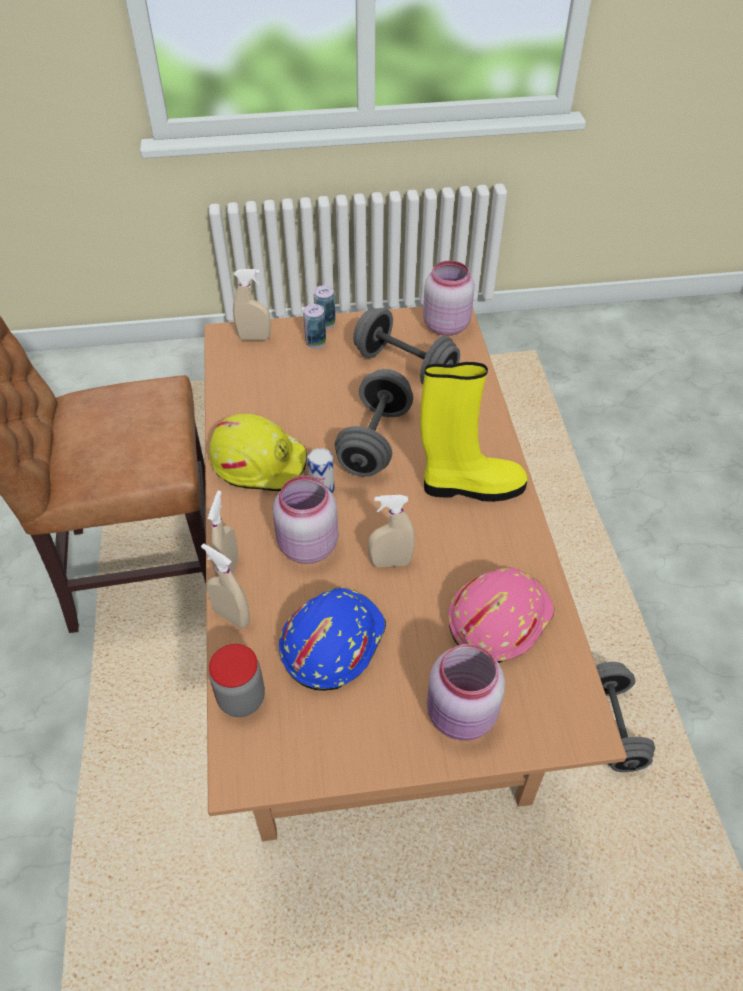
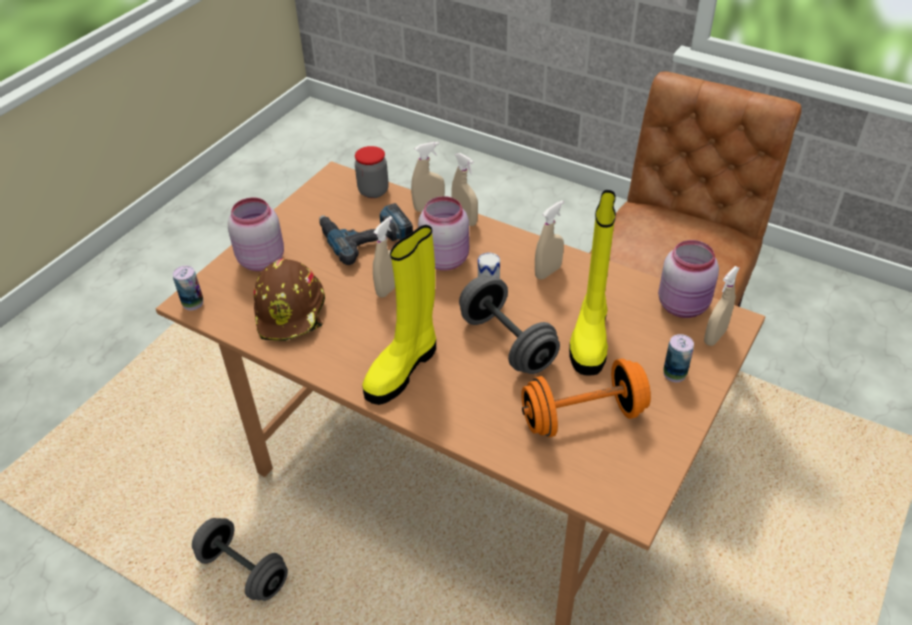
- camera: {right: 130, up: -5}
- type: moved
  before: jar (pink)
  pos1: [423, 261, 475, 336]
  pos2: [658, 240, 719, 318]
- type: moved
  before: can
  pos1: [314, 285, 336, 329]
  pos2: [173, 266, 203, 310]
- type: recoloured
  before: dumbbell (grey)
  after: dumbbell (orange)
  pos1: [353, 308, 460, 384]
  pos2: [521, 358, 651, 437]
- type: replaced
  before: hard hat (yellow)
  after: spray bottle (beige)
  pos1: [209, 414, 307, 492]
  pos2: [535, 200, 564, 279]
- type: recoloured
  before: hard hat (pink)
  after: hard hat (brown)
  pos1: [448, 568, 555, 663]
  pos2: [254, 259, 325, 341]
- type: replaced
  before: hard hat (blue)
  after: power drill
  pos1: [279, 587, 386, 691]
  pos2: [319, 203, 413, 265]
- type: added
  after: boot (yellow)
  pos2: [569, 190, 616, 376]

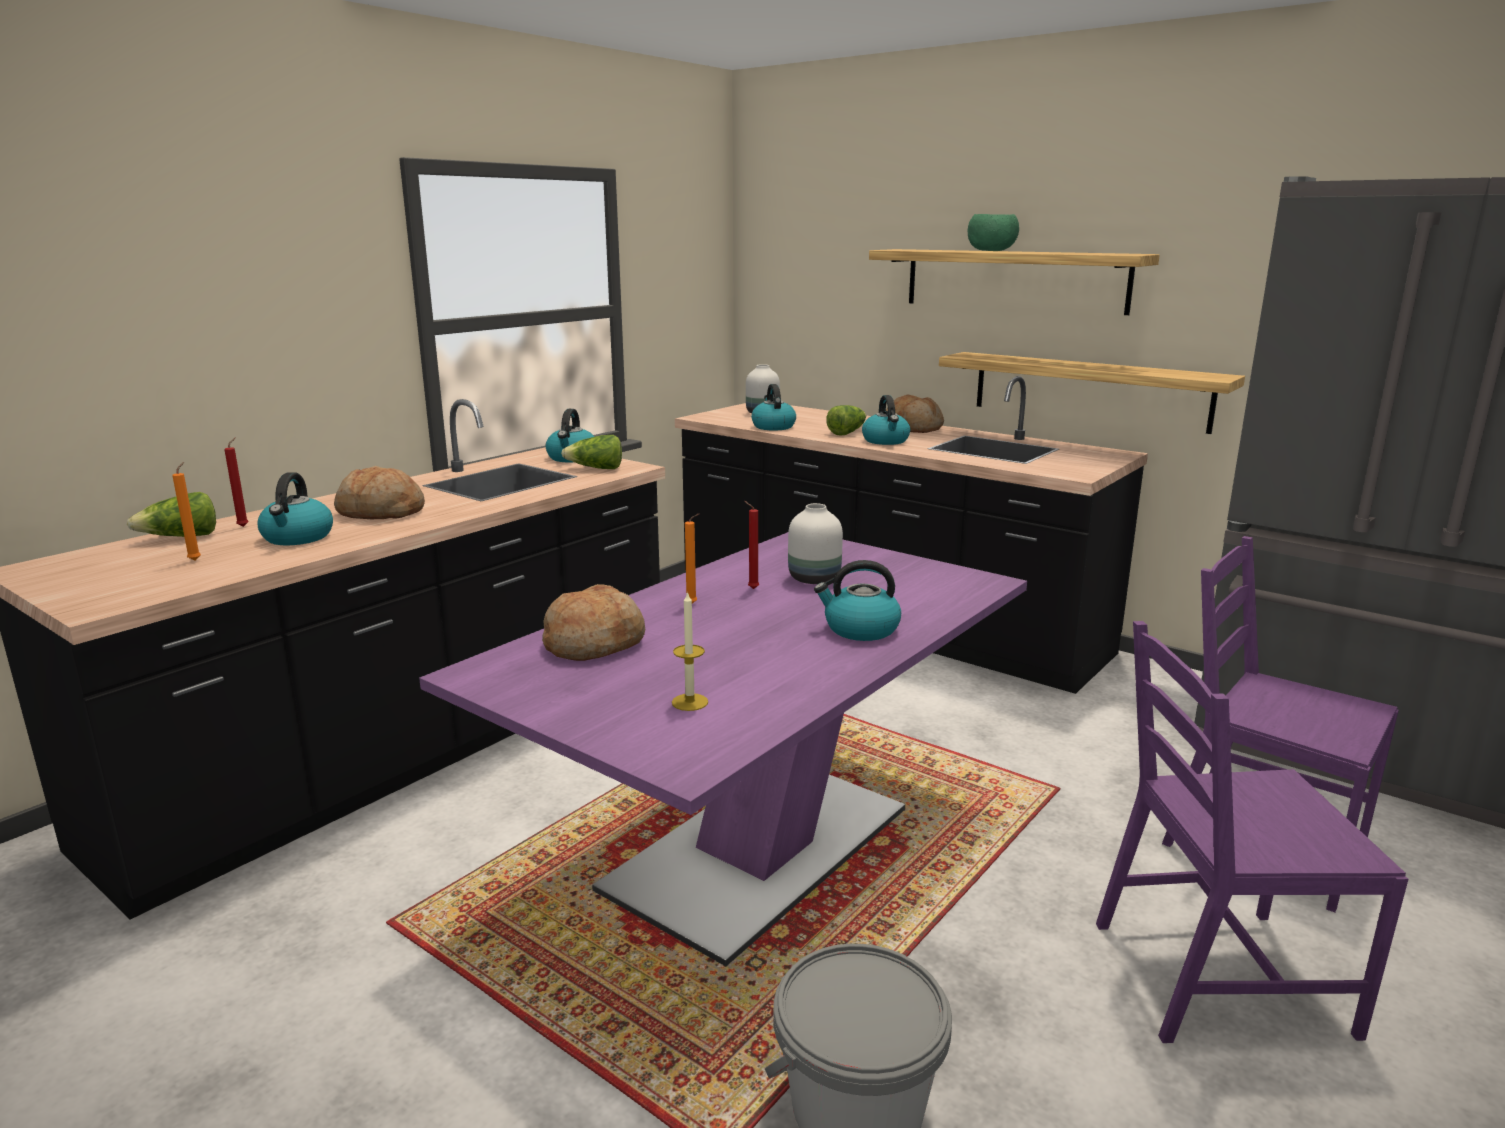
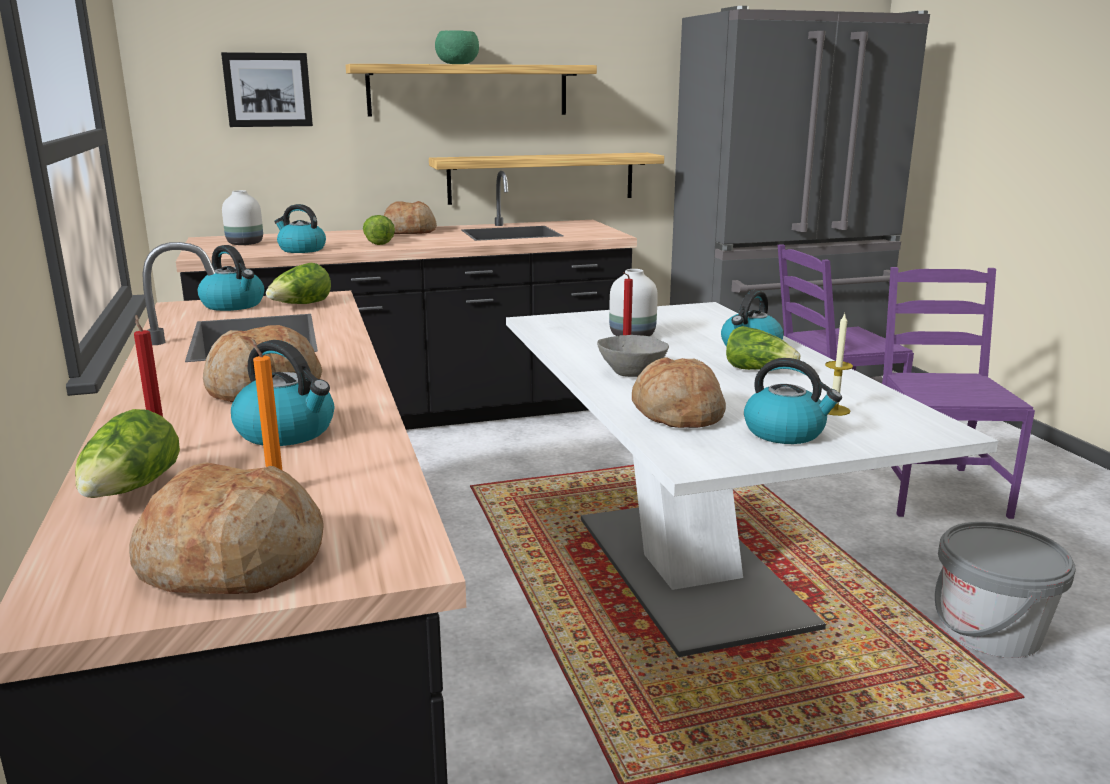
- camera: {right: -55, up: 0}
- type: moved
  before: kettle
  pos1: [862, 395, 910, 445]
  pos2: [744, 358, 842, 444]
- type: replaced
  before: candle (orange)
  after: bowl (grey)
  pos1: [685, 514, 699, 604]
  pos2: [597, 335, 669, 377]
- type: recoloured
  before: dining table (purple)
  after: dining table (white)
  pos1: [419, 532, 1027, 966]
  pos2: [506, 302, 998, 657]
- type: turned
  before: chair (purple)
  pos1: [1096, 621, 1408, 1043]
  pos2: [871, 267, 1035, 519]
  turn: 150
- type: added
  after: picture
  pos2: [221, 52, 313, 127]
- type: added
  after: lettuce
  pos2: [726, 326, 800, 370]
- type: added
  after: bread
  pos2: [129, 462, 324, 594]

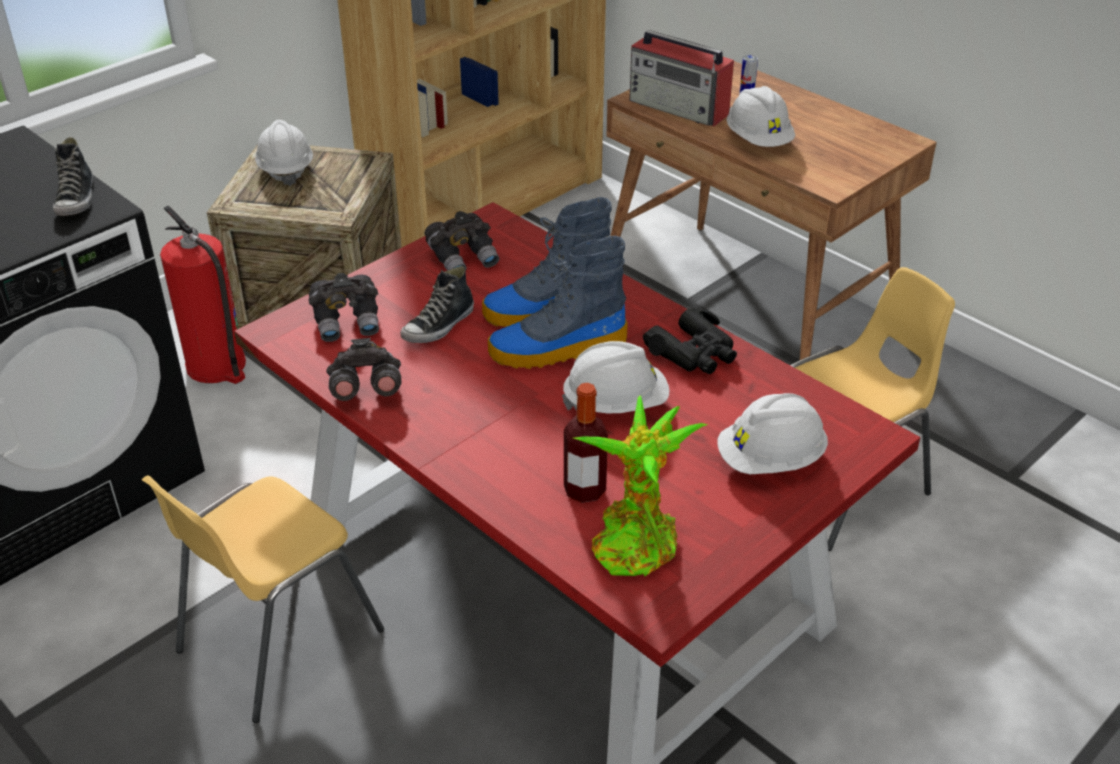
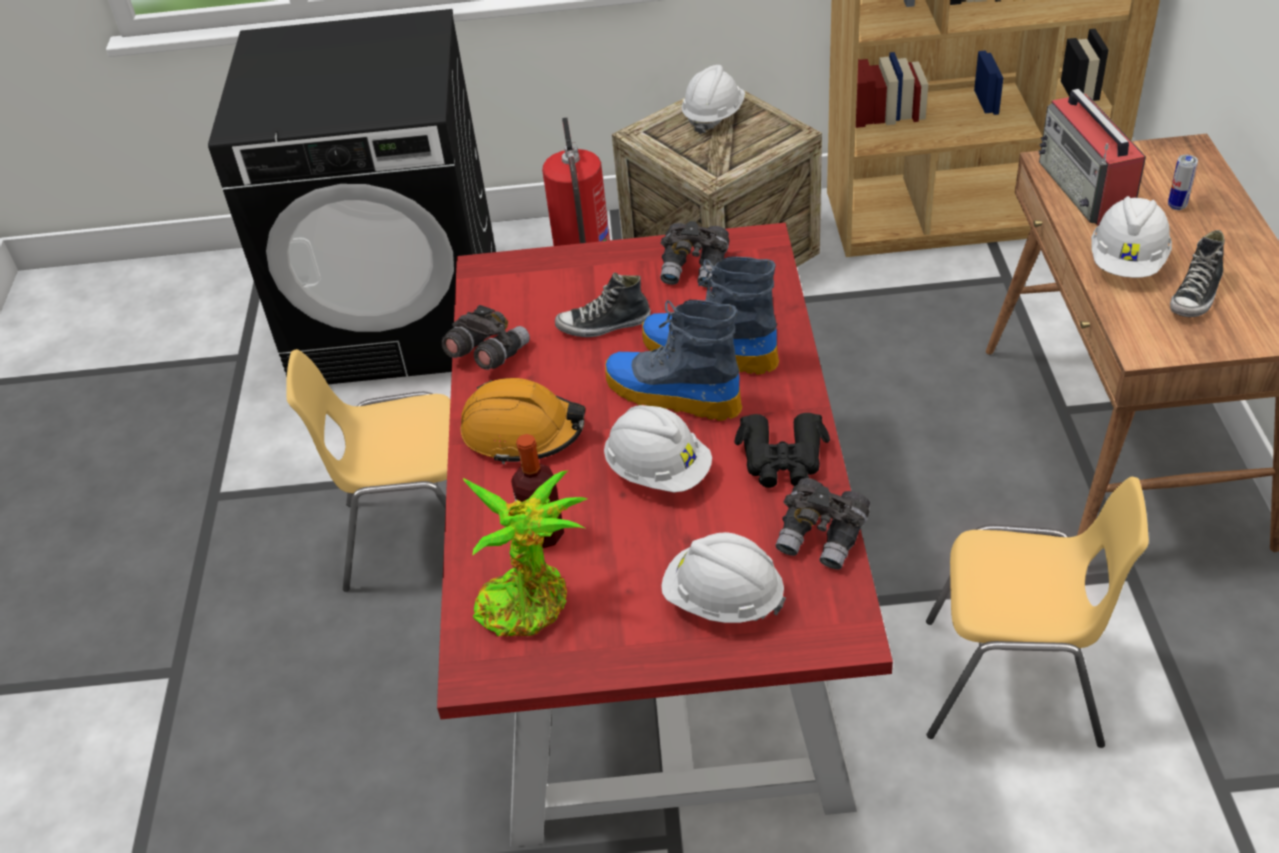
- camera: {right: 45, up: 5}
- type: moved
  before: shoe
  pos1: [53, 137, 93, 216]
  pos2: [1170, 230, 1225, 317]
- type: moved
  before: binoculars (grey)
  pos1: [309, 273, 379, 342]
  pos2: [775, 478, 870, 569]
- type: added
  after: hard hat (orange)
  pos2: [460, 378, 585, 464]

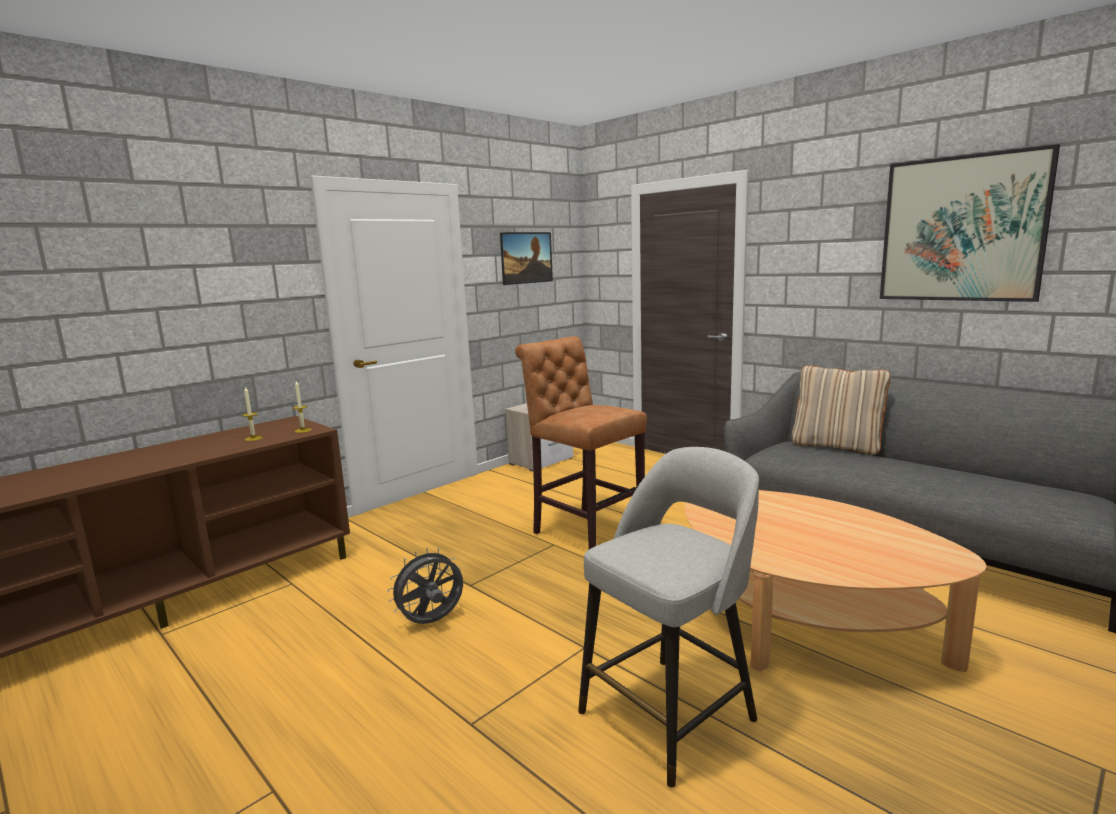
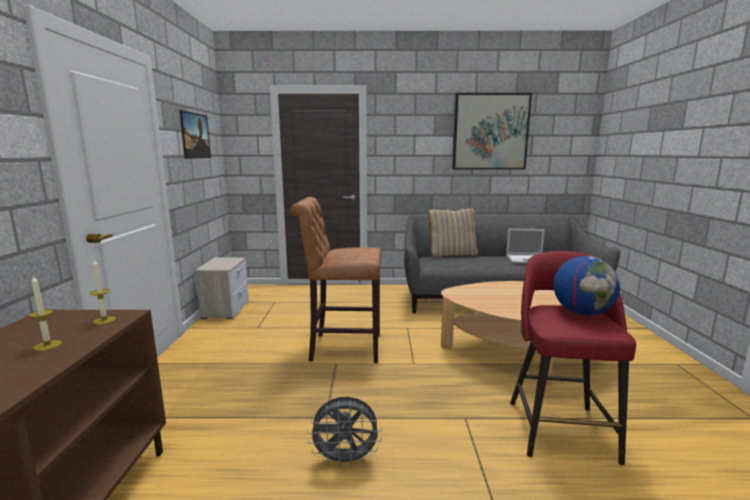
- camera: {right: -45, up: 0}
- type: recoloured
  before: stool (grey)
  after: stool (red)
  pos1: [578, 447, 759, 788]
  pos2: [510, 251, 636, 465]
- type: turned
  before: fan (grey)
  pos1: [387, 548, 463, 624]
  pos2: [307, 397, 382, 468]
  turn: -105
- type: added
  after: laptop
  pos2: [506, 228, 545, 263]
- type: added
  after: globe
  pos2: [553, 256, 620, 316]

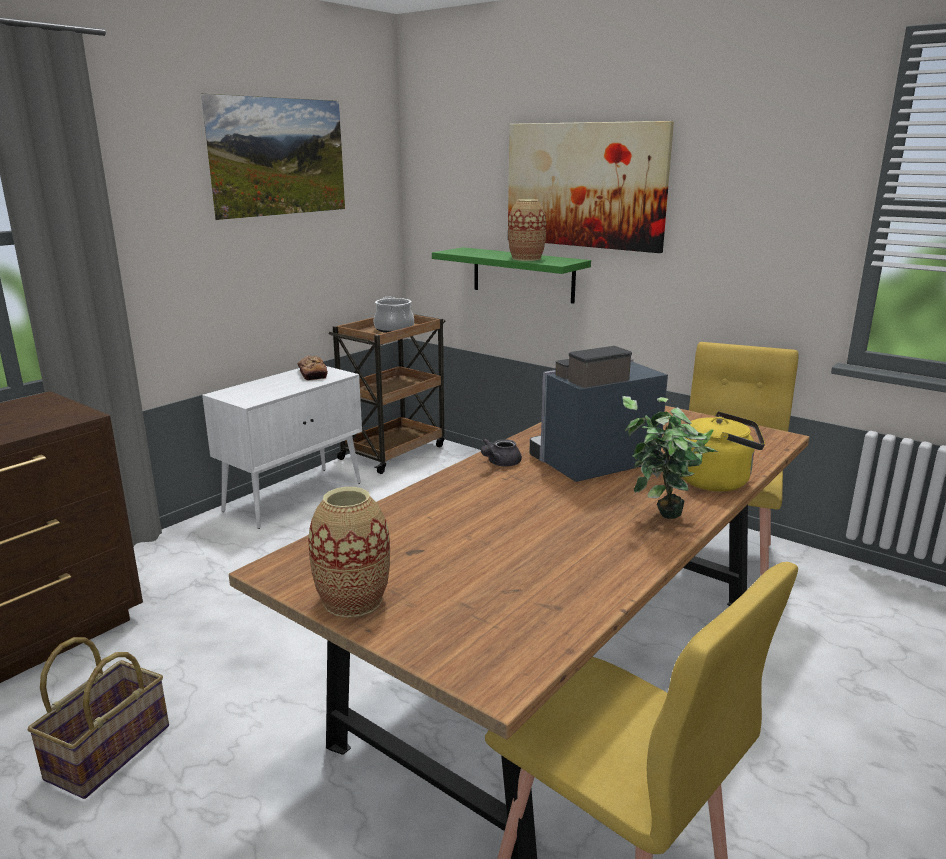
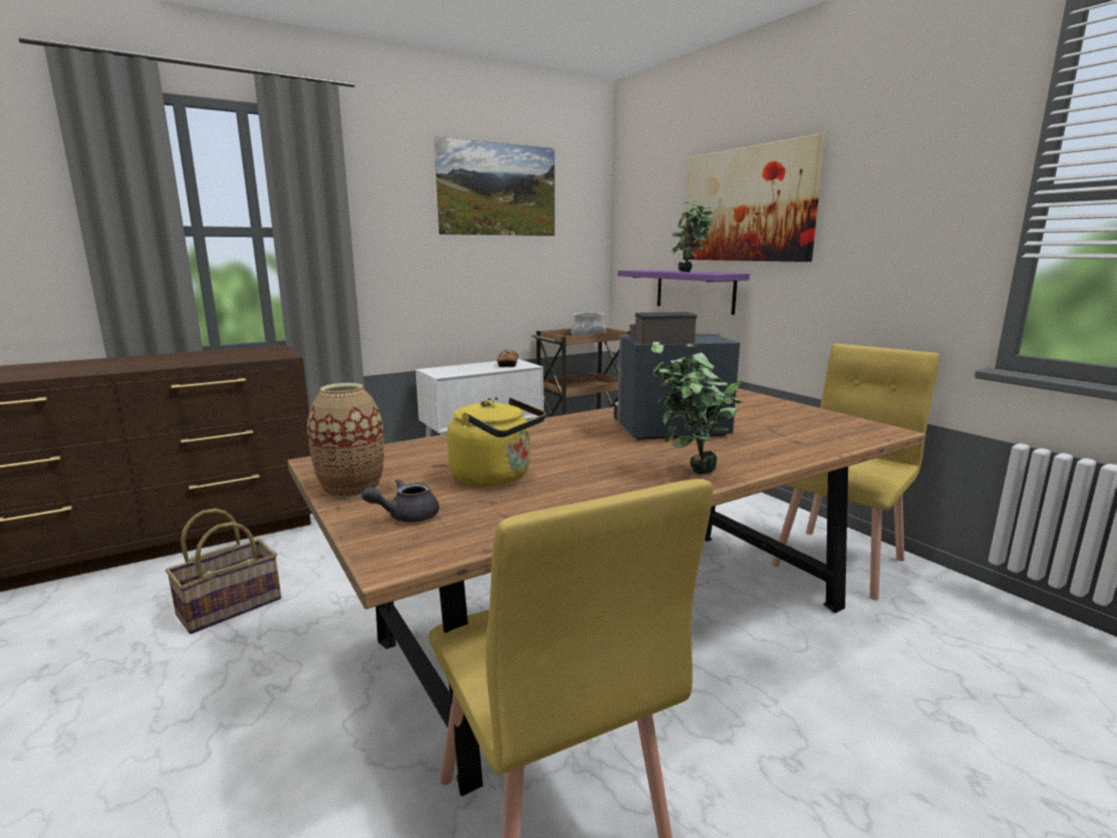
- camera: {right: 20, up: -5}
- type: replaced
  before: vase
  after: potted plant
  pos1: [508, 199, 546, 261]
  pos2: [671, 200, 715, 272]
- type: recoloured
  before: shelf (green)
  after: shelf (purple)
  pos1: [432, 247, 591, 304]
  pos2: [618, 270, 750, 315]
- type: moved
  before: kettle (yellow)
  pos1: [682, 411, 765, 492]
  pos2: [447, 398, 546, 486]
- type: moved
  before: teapot (grey)
  pos1: [481, 439, 522, 466]
  pos2: [362, 479, 439, 522]

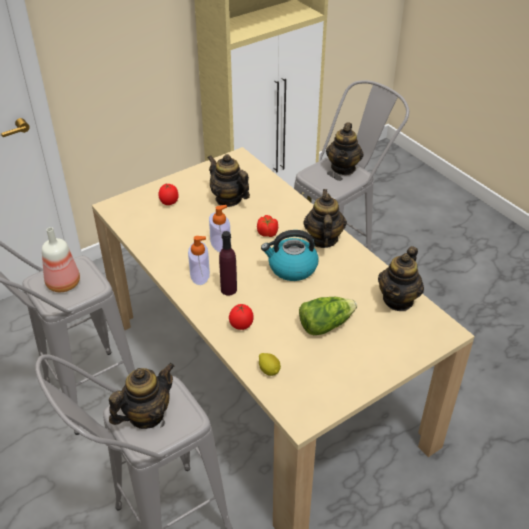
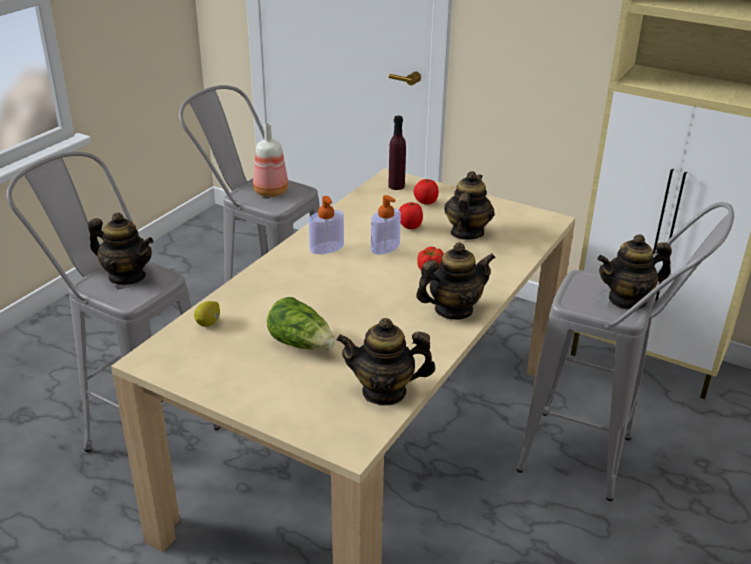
- camera: {right: 65, up: -10}
- type: removed
  before: kettle
  pos1: [261, 230, 319, 281]
- type: moved
  before: bottle (purple)
  pos1: [219, 231, 237, 296]
  pos2: [388, 116, 406, 190]
- type: moved
  before: tomato
  pos1: [229, 303, 254, 330]
  pos2: [399, 202, 423, 229]

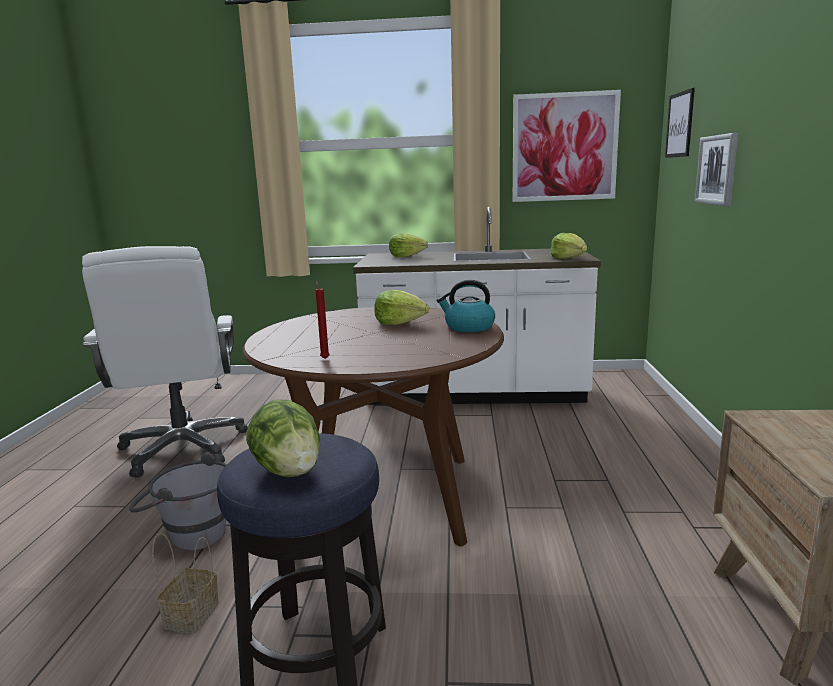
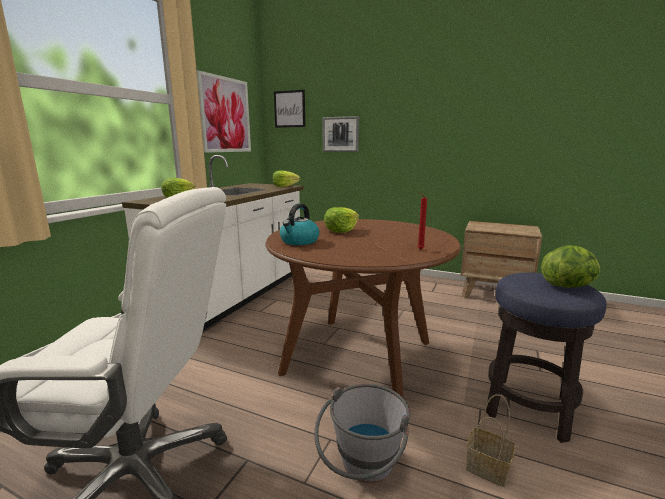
- camera: {right: -70, up: 0}
- type: moved
  before: kettle
  pos1: [437, 280, 495, 332]
  pos2: [280, 204, 320, 245]

